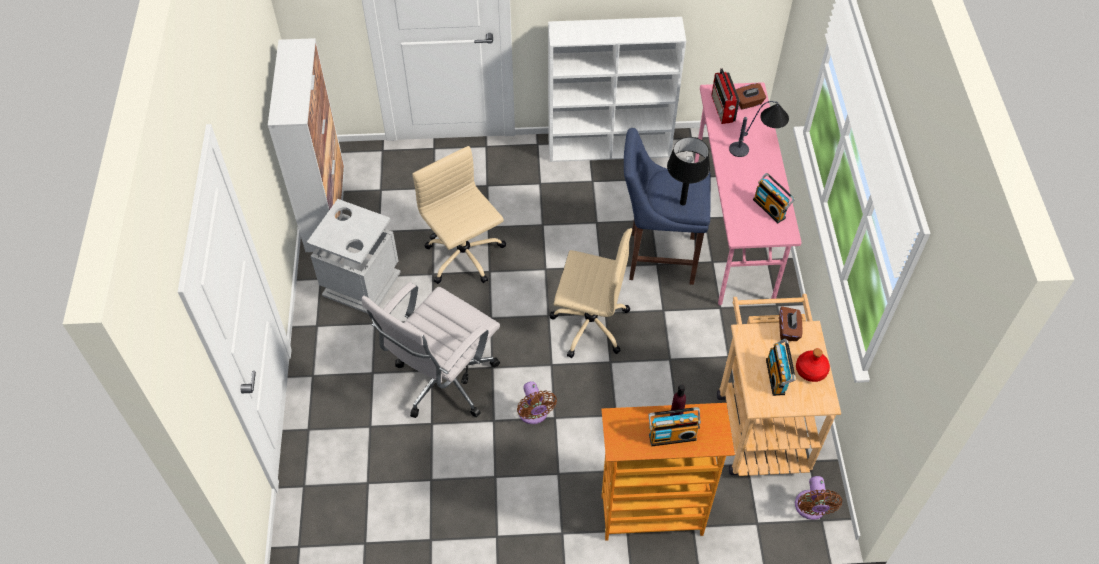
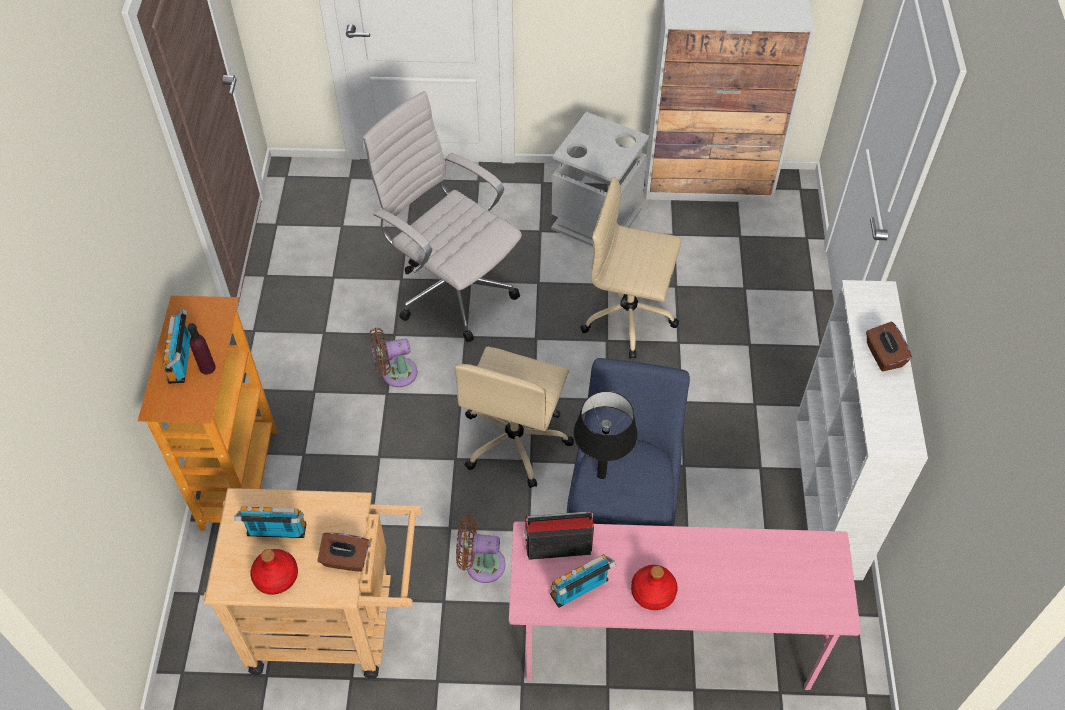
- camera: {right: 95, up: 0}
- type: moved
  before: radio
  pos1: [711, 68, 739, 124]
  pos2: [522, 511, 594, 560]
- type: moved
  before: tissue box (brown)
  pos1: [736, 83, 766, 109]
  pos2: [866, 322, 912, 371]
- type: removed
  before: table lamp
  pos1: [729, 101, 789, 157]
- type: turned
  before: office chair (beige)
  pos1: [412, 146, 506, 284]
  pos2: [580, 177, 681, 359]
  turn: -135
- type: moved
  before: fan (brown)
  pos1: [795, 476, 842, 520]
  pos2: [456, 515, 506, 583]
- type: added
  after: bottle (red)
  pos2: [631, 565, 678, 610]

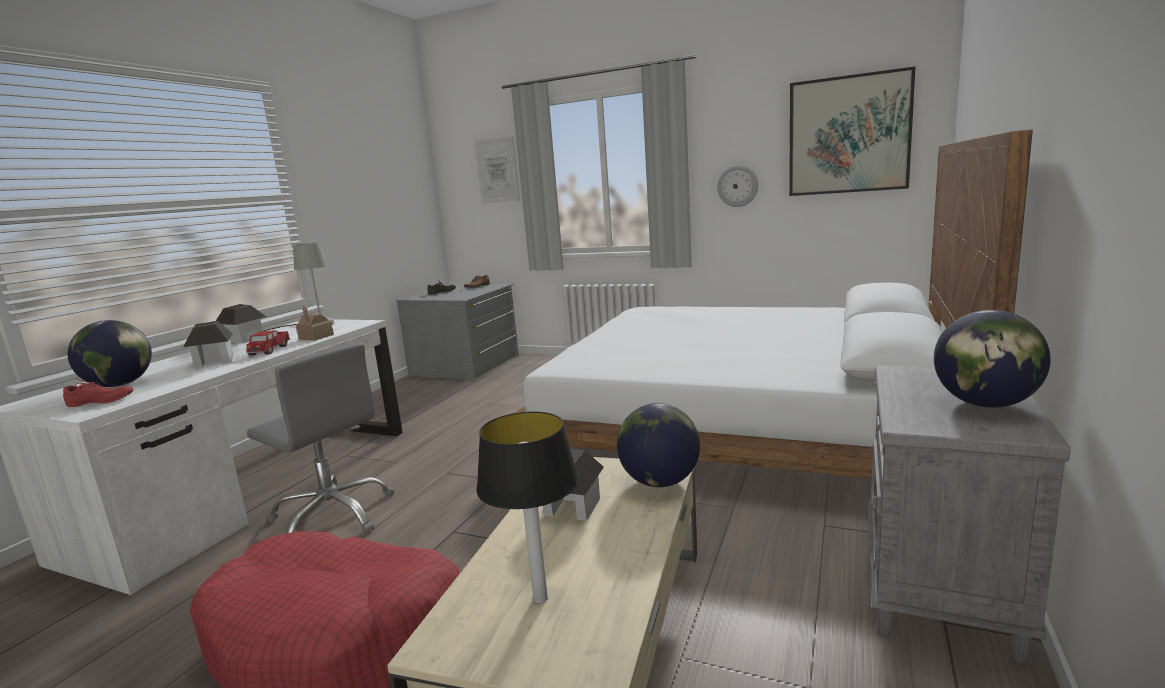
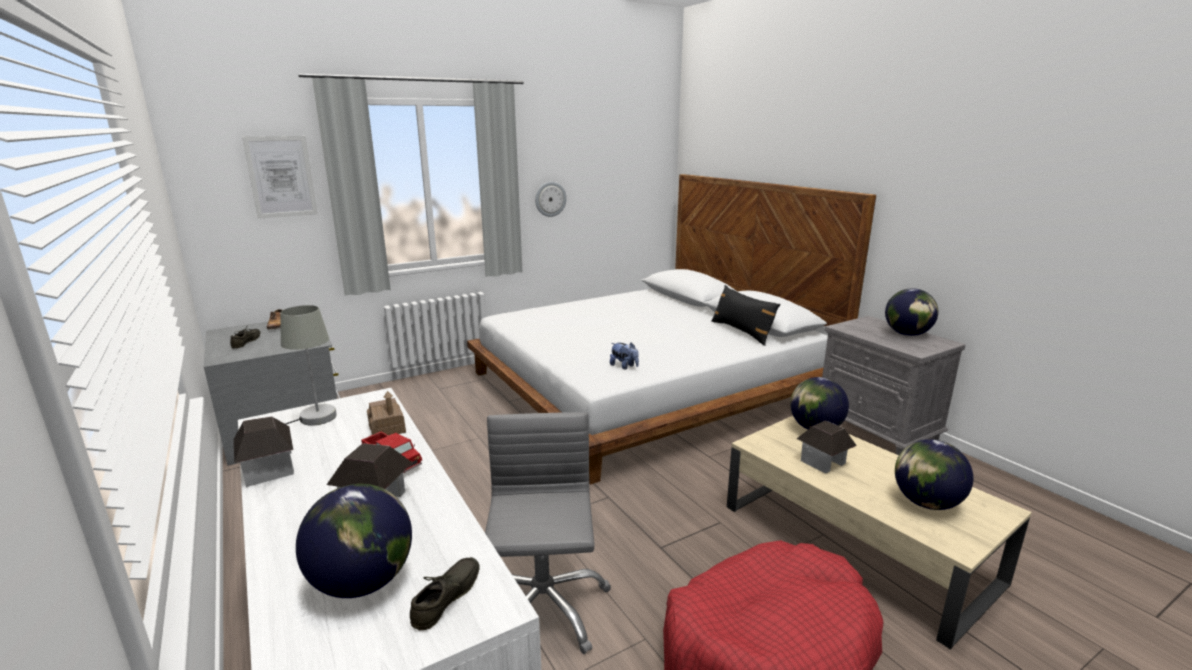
- camera: {right: -55, up: 5}
- type: removed
  before: picture
  pos1: [789, 67, 915, 196]
- type: turned
  before: office chair (grey)
  pos1: [247, 343, 394, 534]
  pos2: [485, 412, 611, 654]
  turn: -75
- type: recoloured
  before: shoe (red)
  after: shoe (grey)
  pos1: [63, 378, 133, 407]
  pos2: [410, 557, 480, 630]
- type: replaced
  before: table lamp
  after: globe
  pos1: [476, 412, 579, 603]
  pos2: [895, 439, 973, 510]
- type: added
  after: pillow (black)
  pos2: [711, 285, 780, 346]
- type: added
  after: plush toy
  pos2: [610, 342, 639, 370]

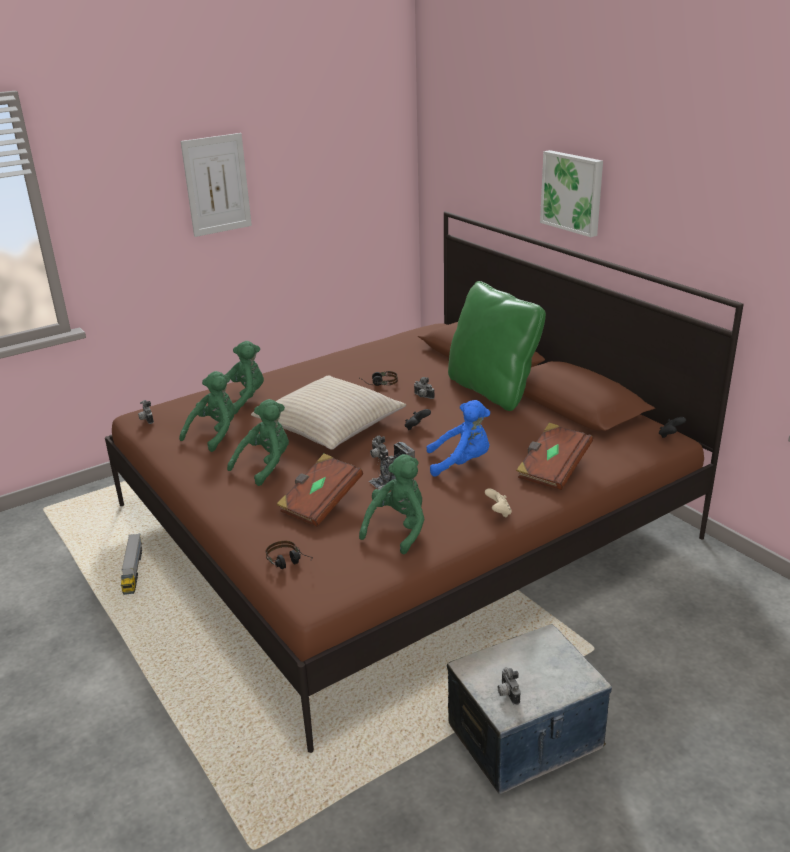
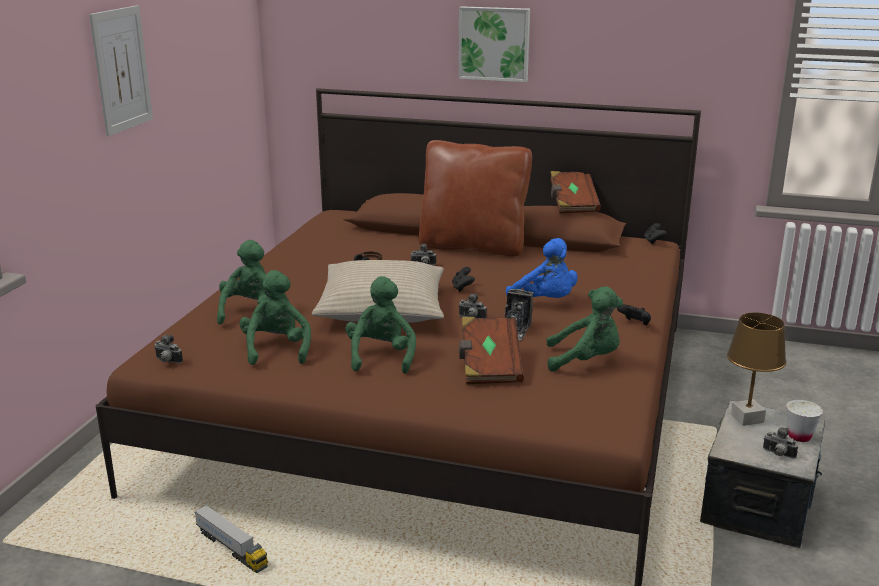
- camera: {right: -40, up: -5}
- type: recoloured
  before: pillow (green)
  after: pillow (brown)
  pos1: [448, 281, 546, 411]
  pos2: [419, 140, 532, 256]
- type: turned
  before: plush toy (blue)
  pos1: [426, 400, 490, 477]
  pos2: [506, 238, 578, 298]
  turn: 90
- type: moved
  before: book (brown)
  pos1: [516, 423, 593, 490]
  pos2: [550, 171, 601, 214]
- type: turned
  before: plush toy (green)
  pos1: [359, 454, 425, 554]
  pos2: [547, 287, 623, 372]
  turn: 105
- type: recoloured
  before: game controller (beige)
  after: game controller (black)
  pos1: [485, 488, 512, 518]
  pos2: [617, 304, 651, 325]
- type: removed
  before: headphones
  pos1: [266, 540, 313, 569]
- type: added
  after: table lamp (brown)
  pos2: [727, 313, 786, 426]
- type: added
  after: cup (white)
  pos2: [786, 400, 823, 442]

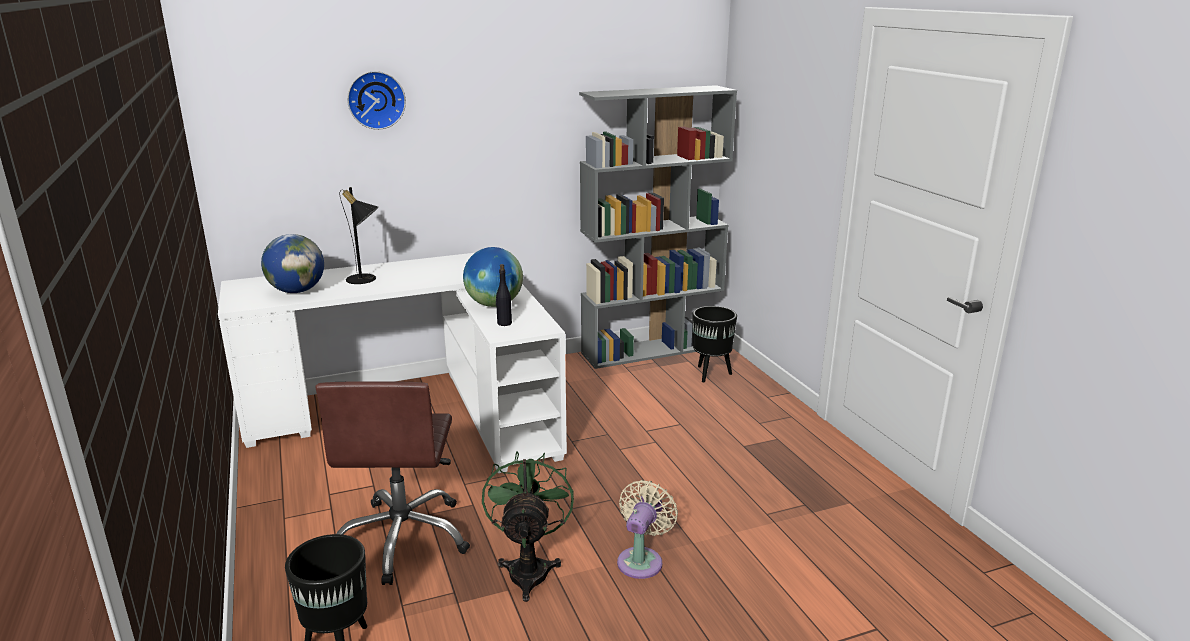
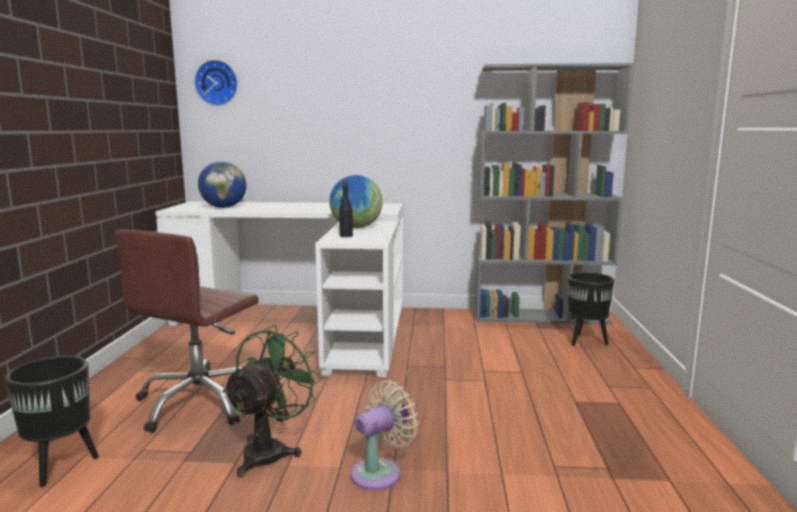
- camera: {right: 25, up: -10}
- type: moved
  before: wall clock
  pos1: [347, 71, 406, 130]
  pos2: [194, 60, 238, 106]
- type: removed
  before: table lamp (black)
  pos1: [340, 187, 378, 284]

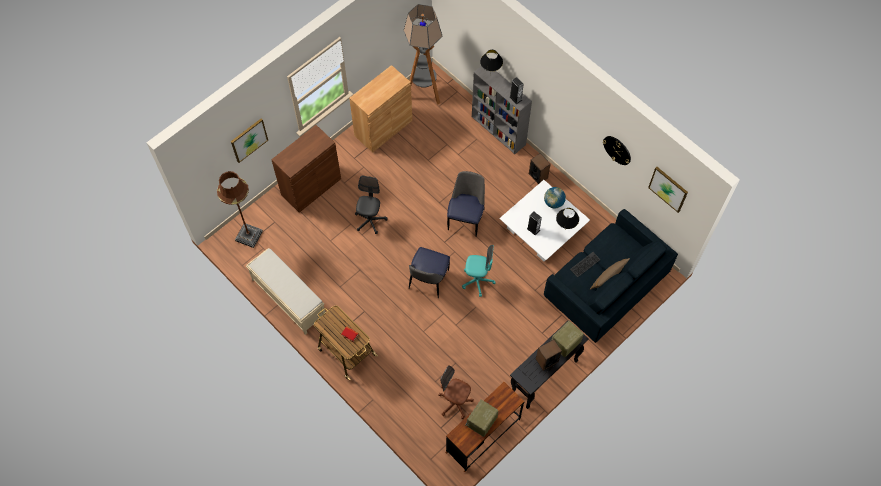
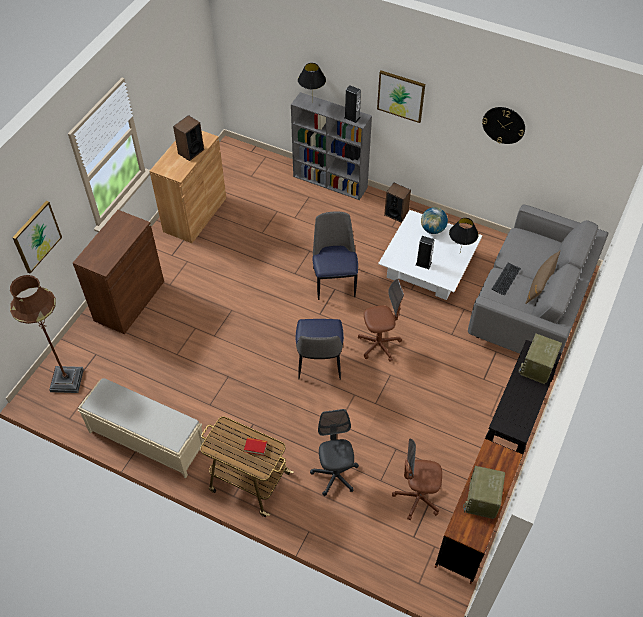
- camera: {right: -20, up: -10}
- type: removed
  before: floor lamp
  pos1: [404, 4, 442, 104]
- type: moved
  before: picture
  pos1: [648, 167, 688, 213]
  pos2: [377, 71, 425, 123]
- type: moved
  before: office chair (grey)
  pos1: [355, 176, 388, 234]
  pos2: [310, 409, 359, 496]
- type: recoloured
  before: sofa (blue)
  after: sofa (grey)
  pos1: [544, 209, 678, 343]
  pos2: [468, 205, 608, 354]
- type: recoloured
  before: office chair (turquoise)
  after: office chair (brown)
  pos1: [462, 245, 496, 297]
  pos2: [358, 279, 404, 362]
- type: moved
  before: speaker
  pos1: [536, 339, 562, 371]
  pos2: [173, 115, 204, 161]

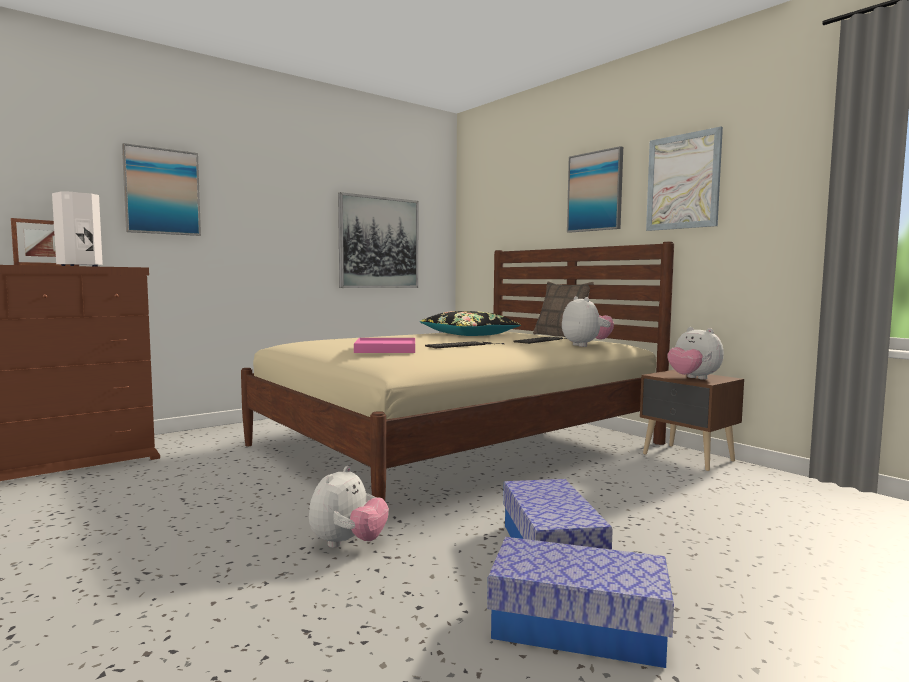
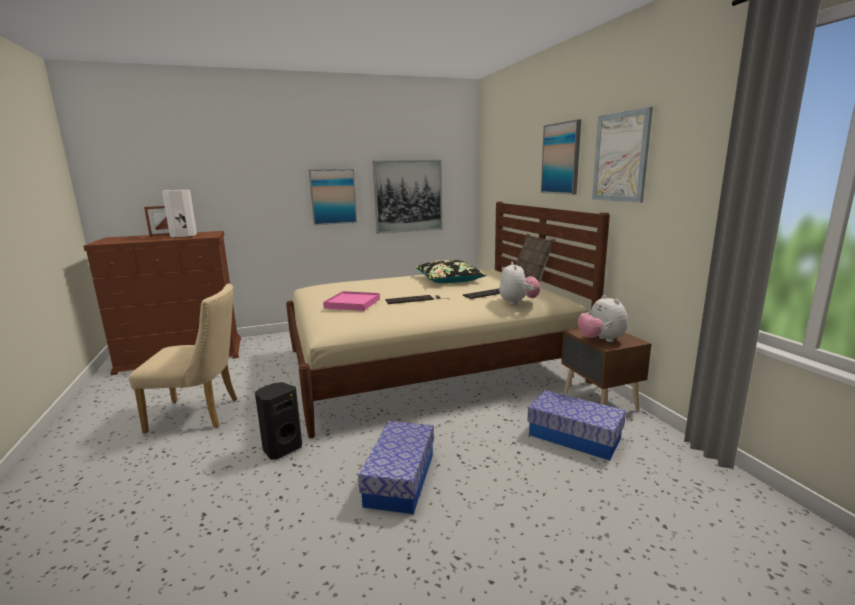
- camera: {right: 20, up: 10}
- type: moved
  before: picture
  pos1: [122, 143, 201, 236]
  pos2: [309, 169, 357, 225]
- type: replaced
  before: plush toy
  after: speaker (black)
  pos1: [309, 466, 389, 548]
  pos2: [255, 382, 302, 460]
- type: moved
  before: storage box
  pos1: [487, 537, 674, 668]
  pos2: [527, 390, 626, 461]
- type: added
  after: chair (beige)
  pos2: [129, 284, 237, 434]

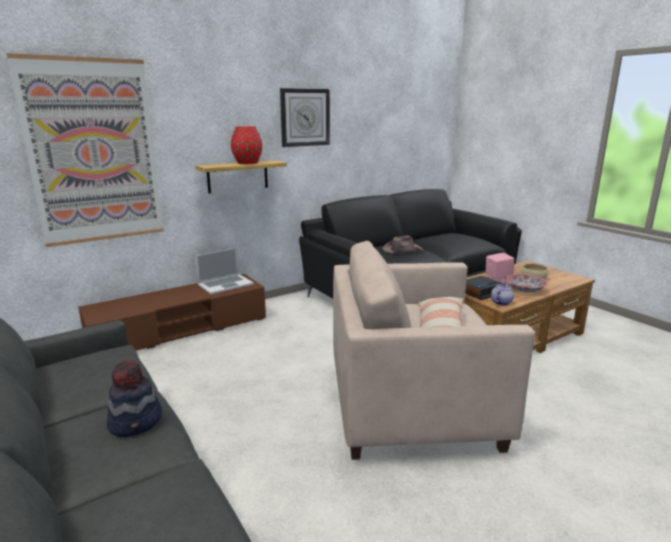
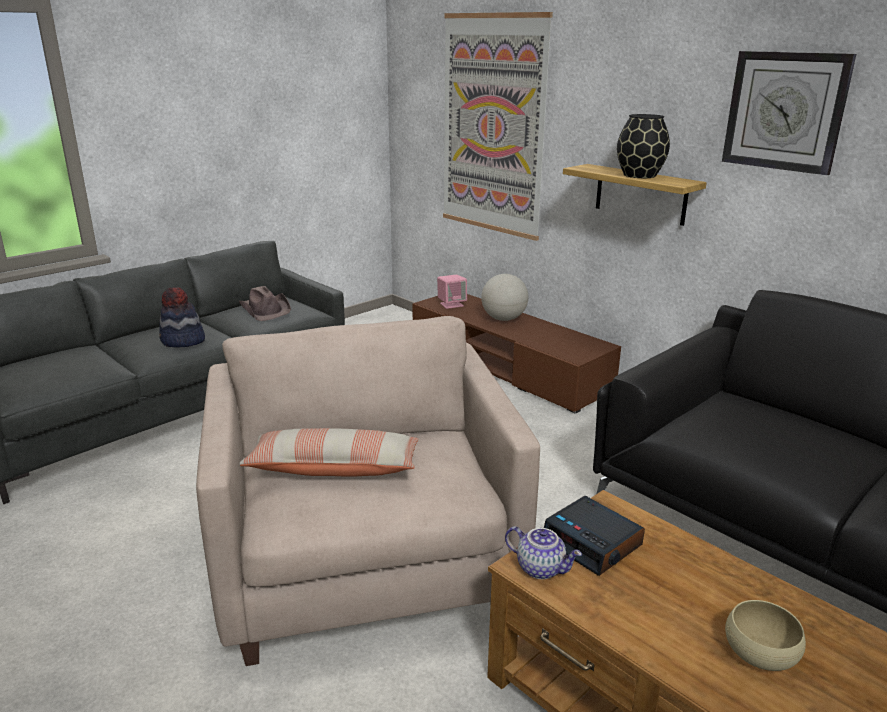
- camera: {right: 80, up: 5}
- type: recoloured
  before: vase (red)
  after: vase (black)
  pos1: [231, 126, 262, 164]
  pos2: [617, 114, 670, 178]
- type: moved
  before: hat (brown)
  pos1: [382, 235, 423, 253]
  pos2: [239, 286, 291, 321]
- type: removed
  before: laptop
  pos1: [195, 247, 254, 294]
- type: moved
  before: speaker (pink)
  pos1: [486, 253, 514, 282]
  pos2: [437, 275, 467, 309]
- type: removed
  before: bowl
  pos1: [506, 274, 548, 293]
- type: added
  after: globe
  pos2: [481, 274, 528, 321]

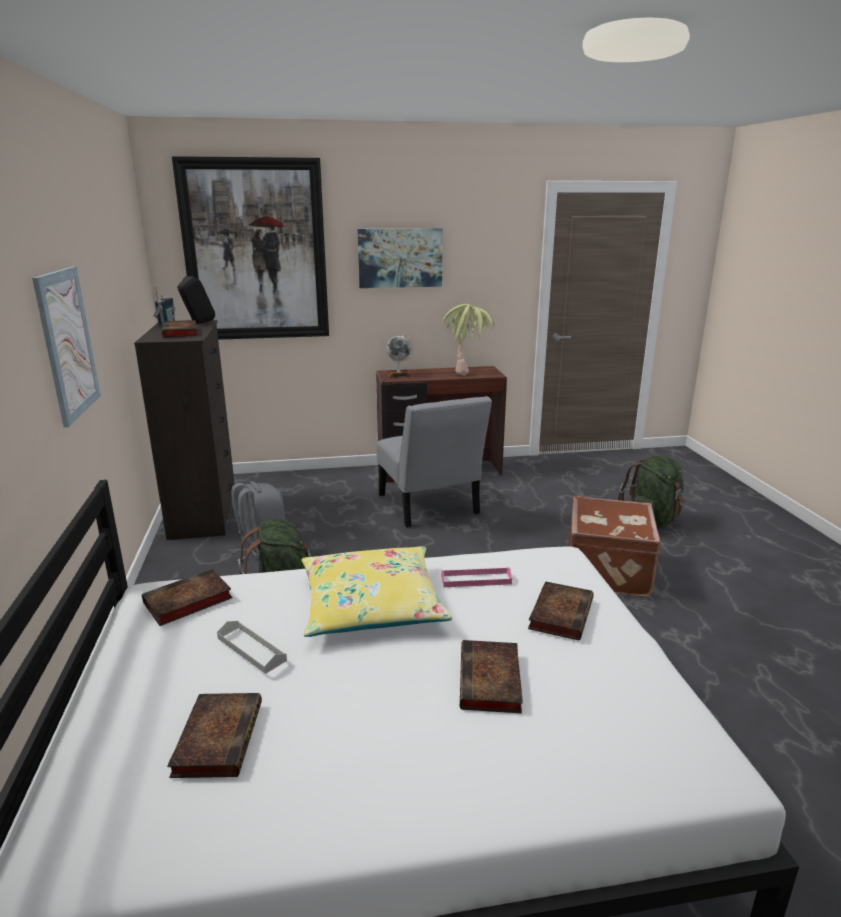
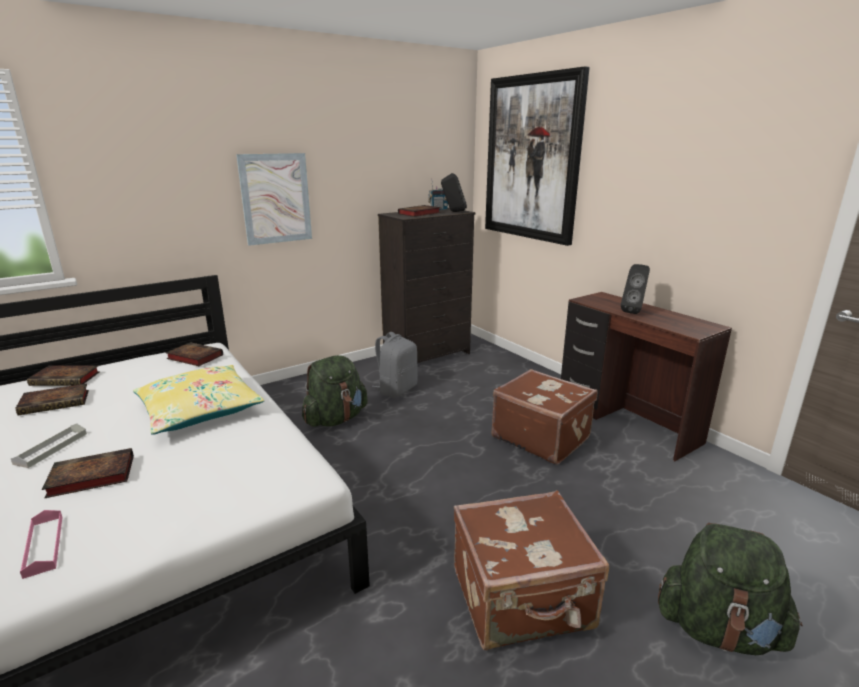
- camera: {right: 65, up: 0}
- type: removed
  before: picture
  pos1: [357, 228, 443, 288]
- type: removed
  before: potted plant
  pos1: [442, 304, 494, 376]
- type: removed
  before: globe
  pos1: [386, 334, 413, 378]
- type: replaced
  before: chair (grey)
  after: suitcase (brown)
  pos1: [377, 396, 492, 527]
  pos2: [491, 369, 598, 465]
- type: moved
  before: tray (pink)
  pos1: [441, 567, 512, 587]
  pos2: [20, 510, 62, 579]
- type: moved
  before: book
  pos1: [528, 581, 594, 640]
  pos2: [27, 365, 100, 386]
- type: moved
  before: tray (grey)
  pos1: [217, 621, 287, 674]
  pos2: [11, 423, 87, 468]
- type: added
  after: speaker (black)
  pos2: [621, 264, 650, 314]

